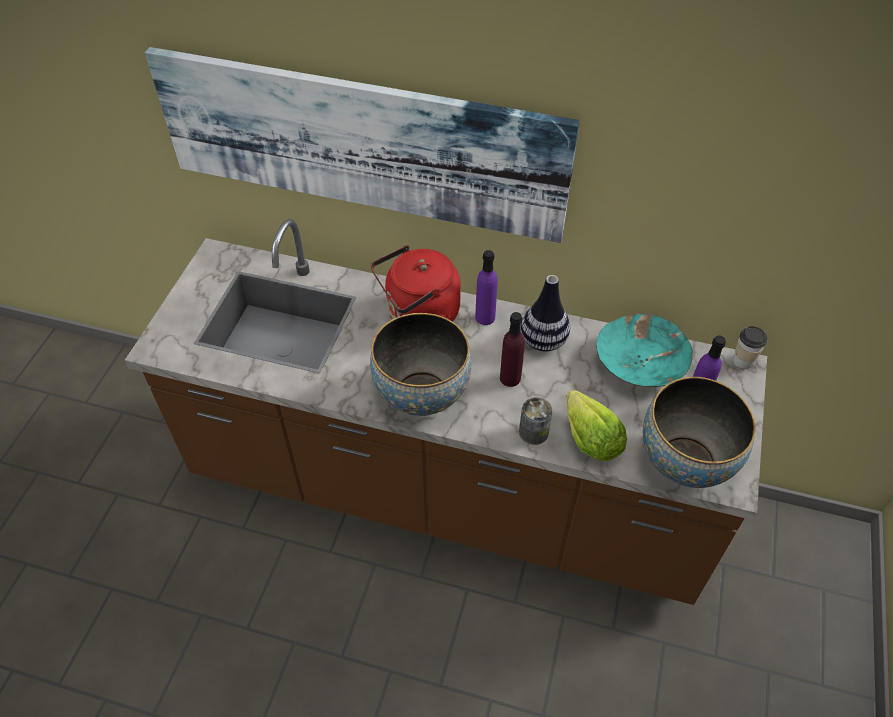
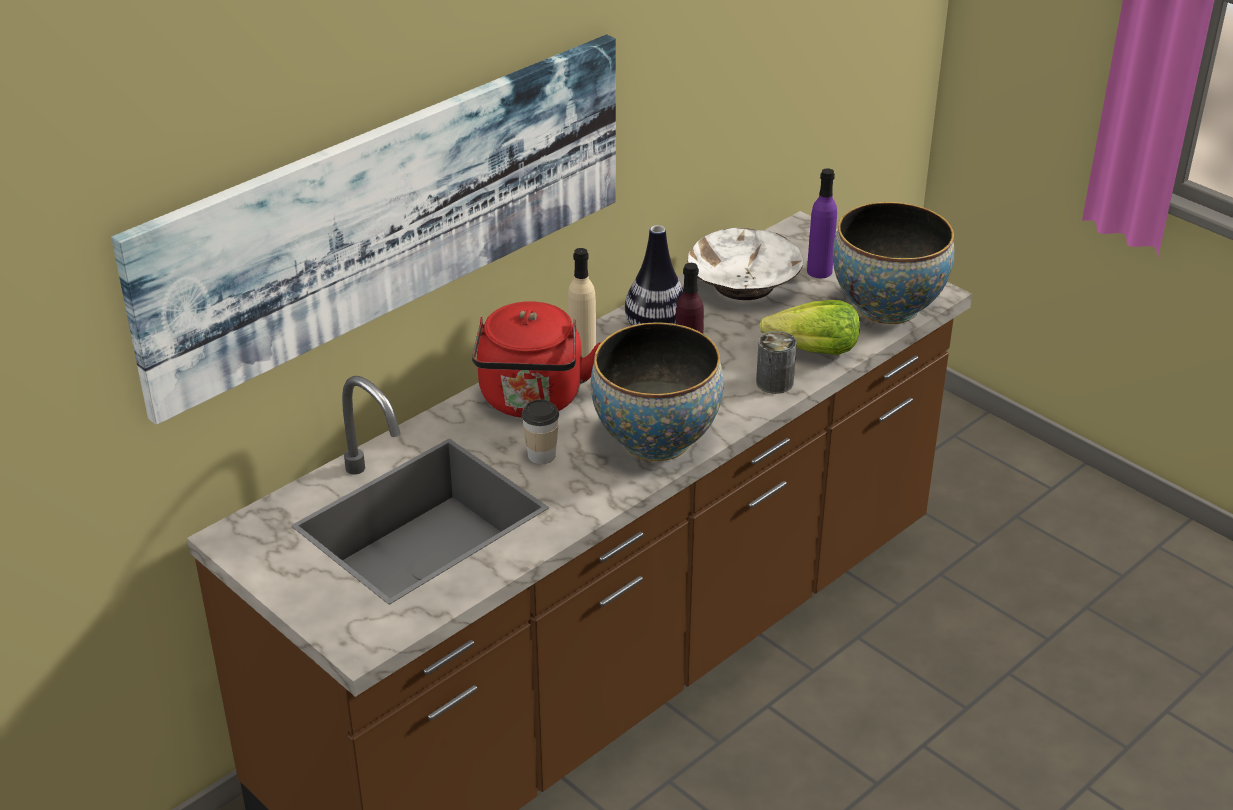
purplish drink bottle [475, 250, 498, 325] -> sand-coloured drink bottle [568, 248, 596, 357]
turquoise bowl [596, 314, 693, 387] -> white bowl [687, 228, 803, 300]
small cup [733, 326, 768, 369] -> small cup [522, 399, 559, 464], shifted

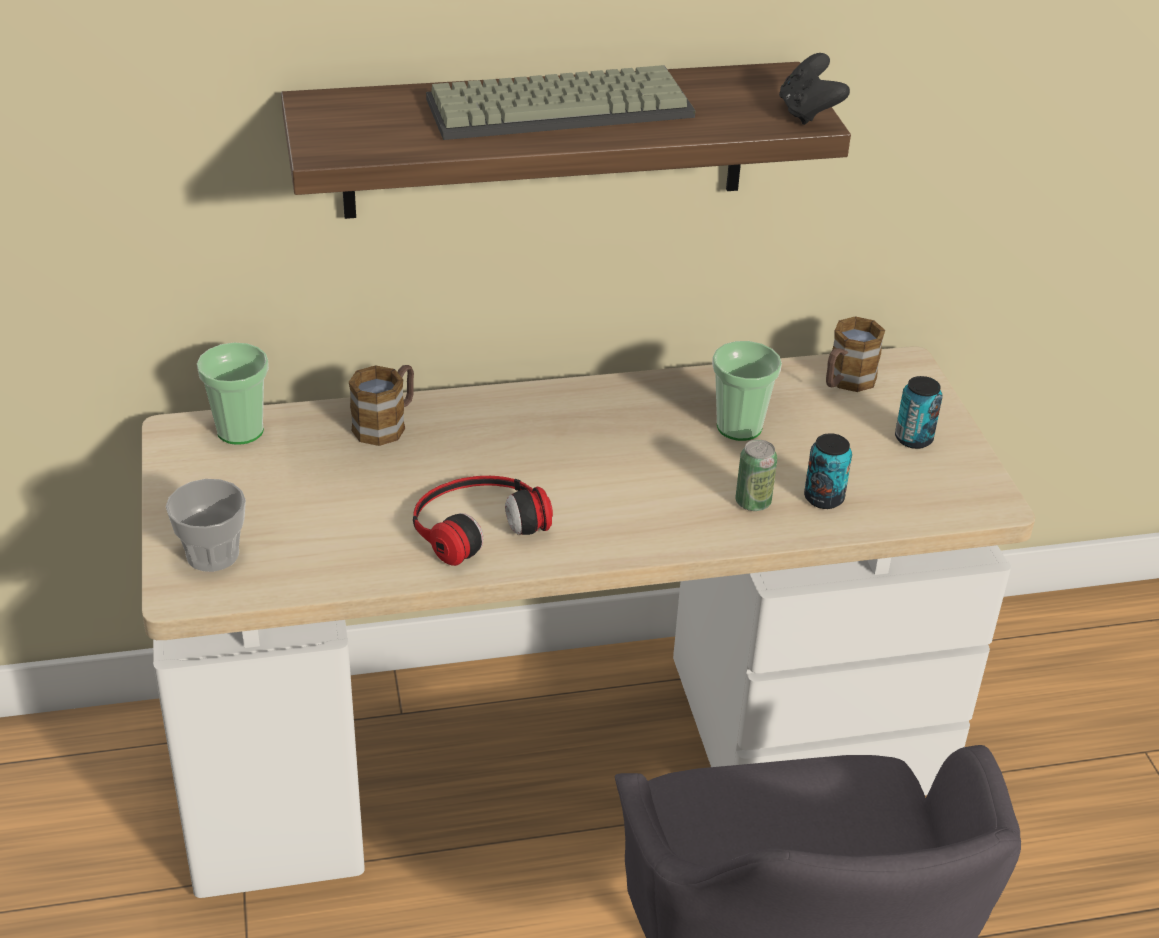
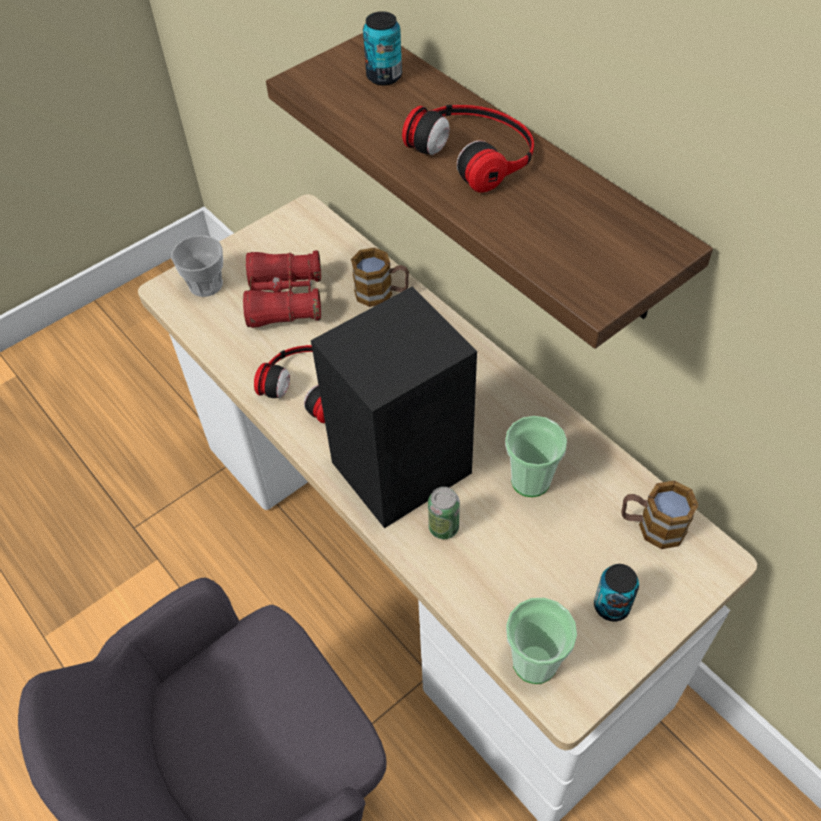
black gamepad [779, 53, 850, 125] -> none
PC keyboard [426, 65, 695, 140] -> pair of headphones [402, 105, 534, 193]
small cup [197, 342, 269, 445] -> small cup [506, 598, 577, 684], shifted
sealed can [804, 433, 852, 509] -> sealed can [363, 11, 402, 85], shifted
none -> reddish binoculars [243, 250, 321, 328]
none -> black audio speaker [311, 287, 477, 528]

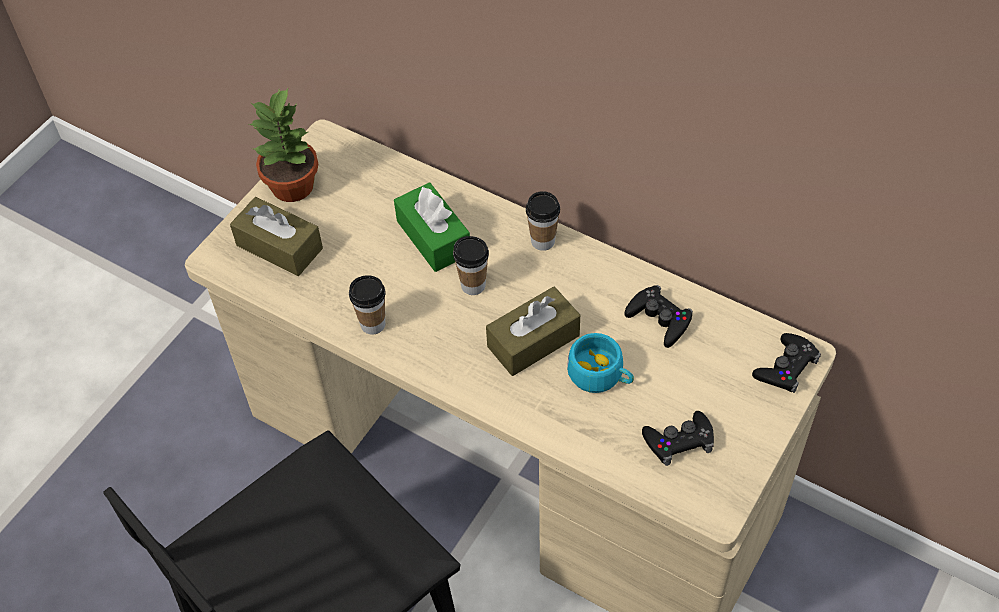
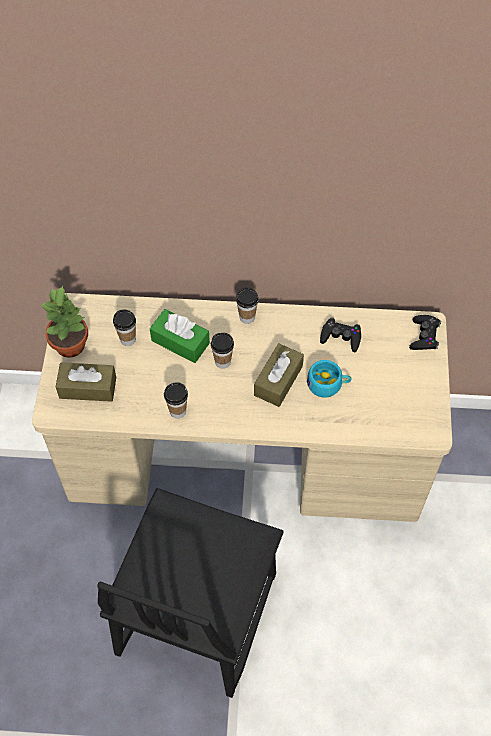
black gamepad [642, 411, 714, 466] -> none
none -> small cup [113, 310, 136, 346]

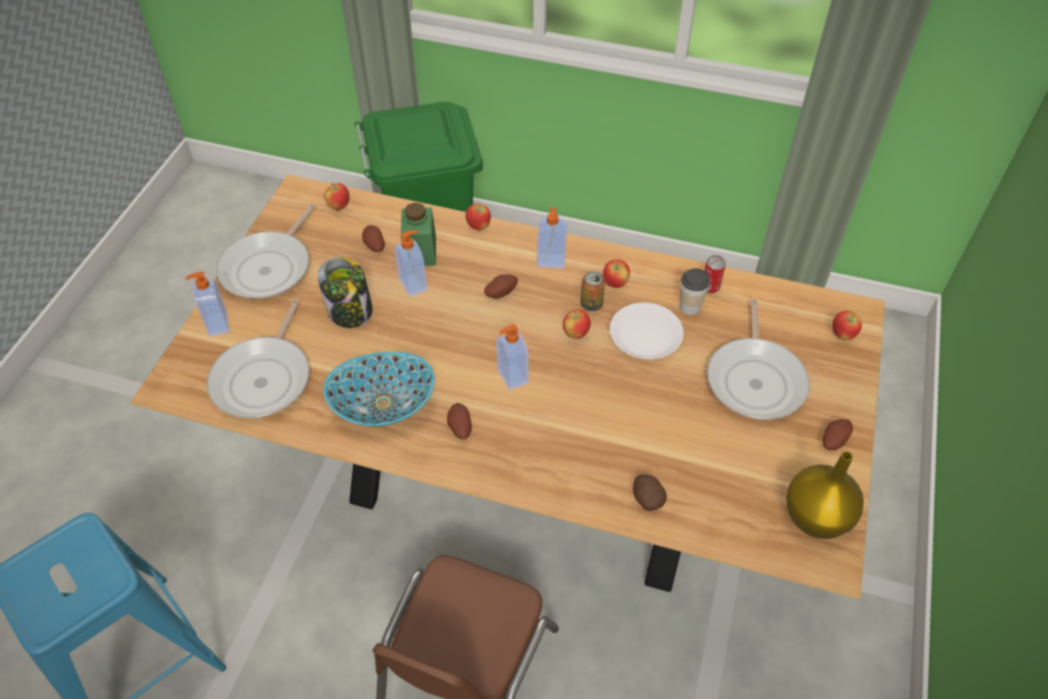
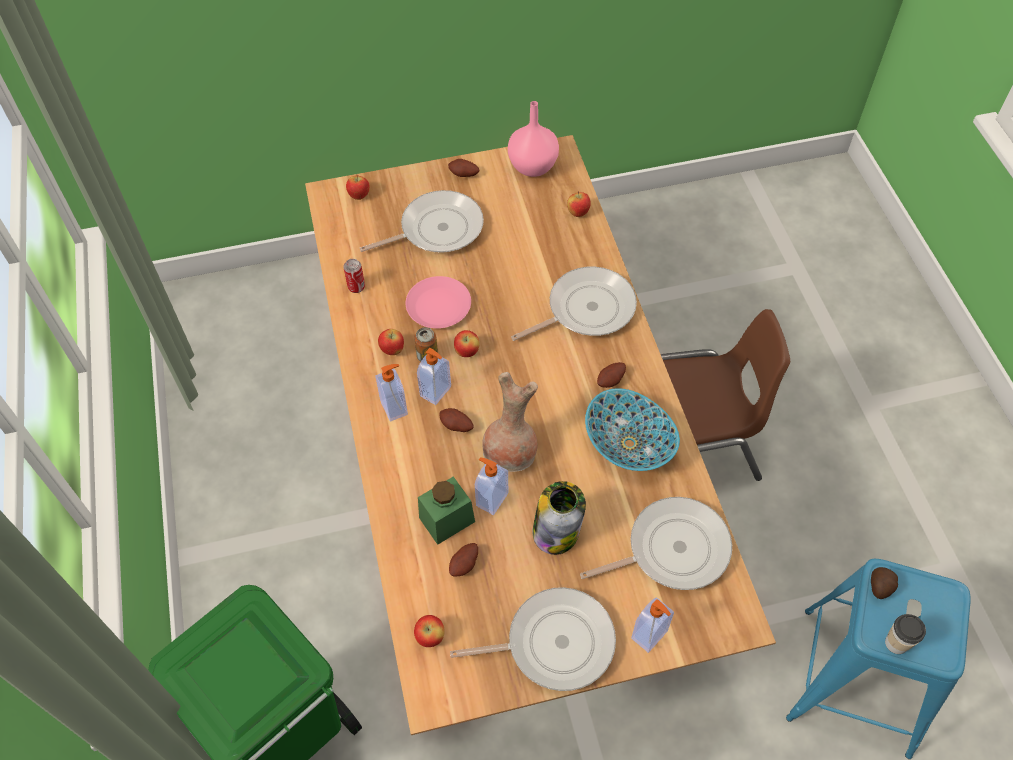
apple [465, 204, 491, 230] -> apple [567, 192, 591, 217], shifted
small cup [680, 268, 710, 315] -> small cup [885, 614, 926, 654], shifted
white plate [610, 303, 684, 359] -> pink plate [406, 276, 471, 328]
soap dispenser [496, 324, 529, 390] -> soap dispenser [417, 348, 451, 405], shifted
yellow decorative vase [786, 451, 864, 539] -> pink decorative vase [508, 101, 559, 177]
potato [633, 475, 667, 511] -> potato [871, 567, 898, 599], shifted
none -> skillet [511, 266, 637, 341]
none -> brown decorative vase [482, 372, 538, 472]

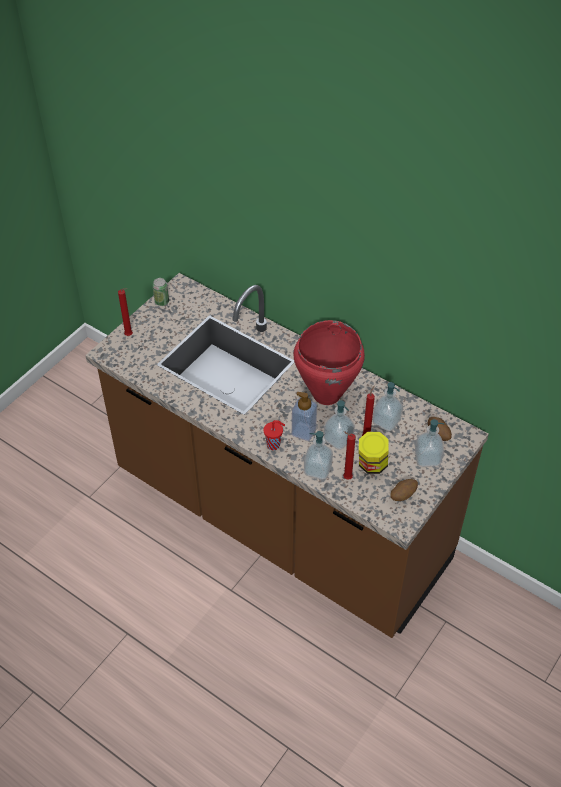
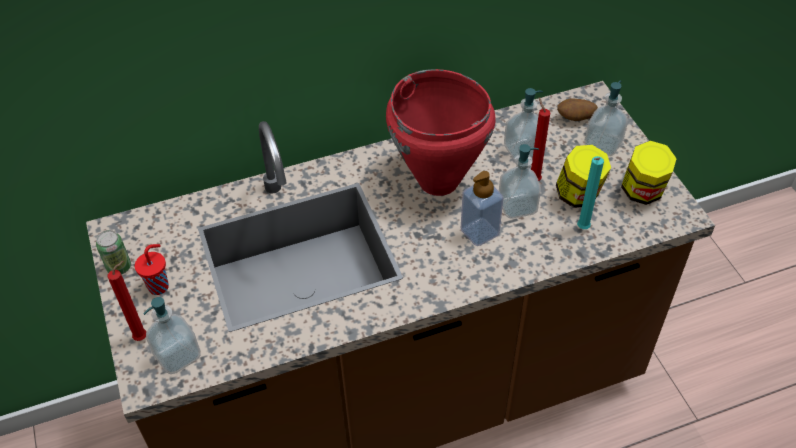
reddish small cup [263, 420, 285, 450] -> reddish small cup [135, 244, 169, 295], shifted
soap dispenser [304, 431, 333, 480] -> soap dispenser [143, 297, 201, 374], shifted
reddish wax candle [343, 431, 356, 480] -> turquoise wax candle [577, 156, 604, 229]
potato [390, 479, 418, 501] -> storage jar [621, 141, 677, 205]

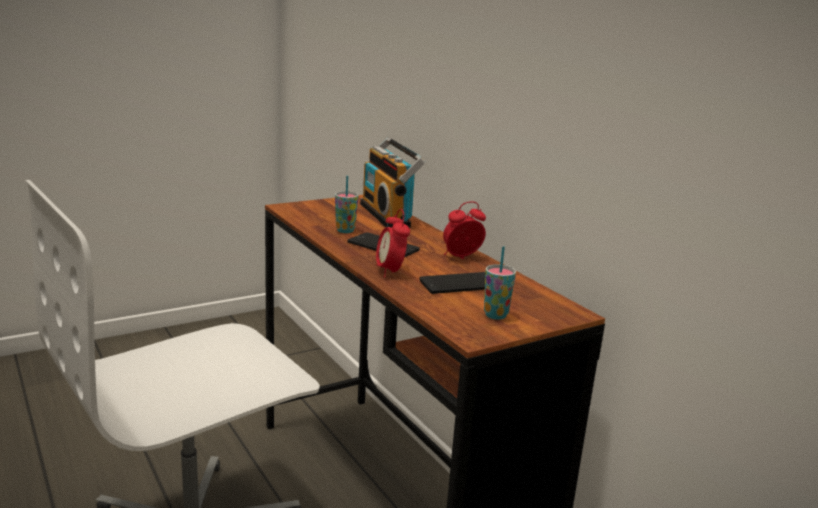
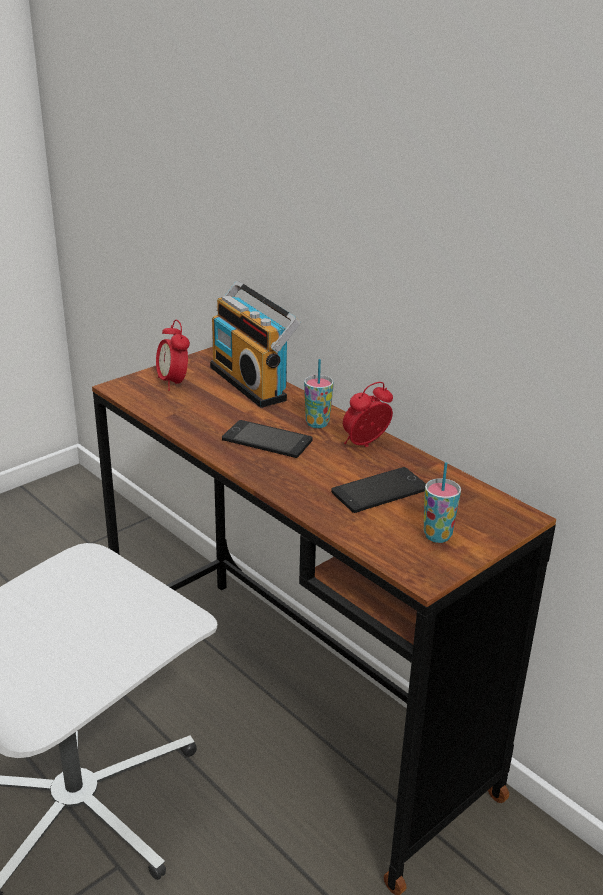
small cup [335, 176, 358, 233] -> small cup [304, 359, 334, 428], shifted
alarm clock [376, 209, 410, 277] -> alarm clock [156, 320, 190, 391], shifted

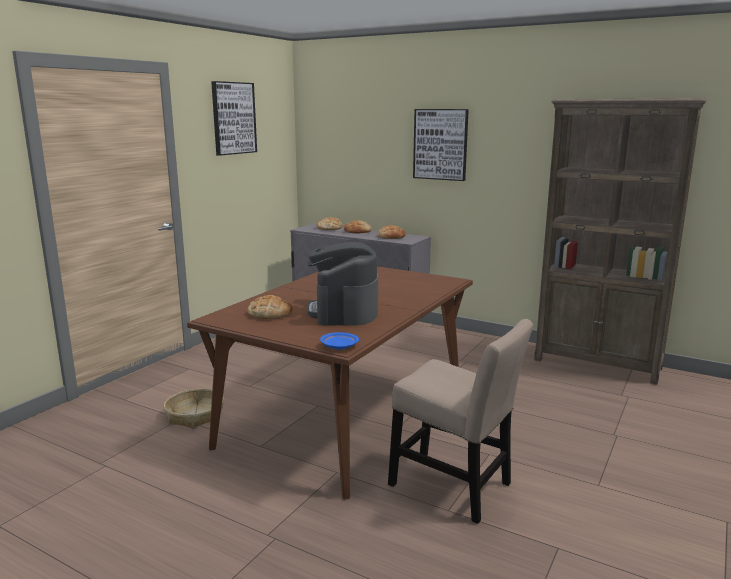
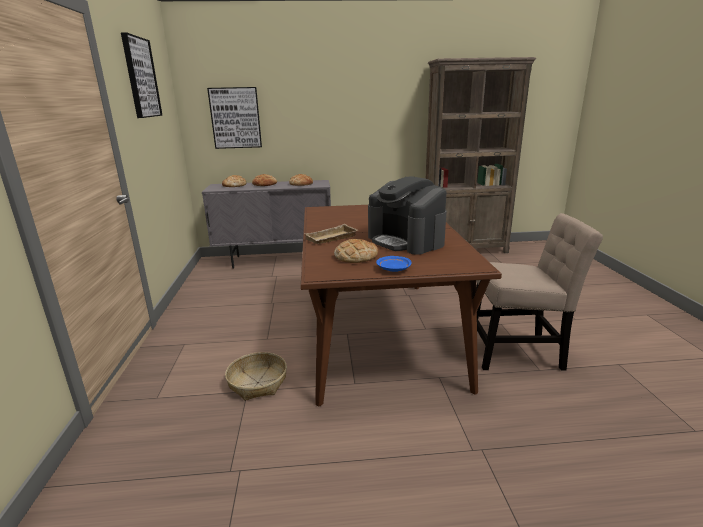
picture [413, 109, 469, 181] -> picture [207, 87, 262, 149], shifted
blue-coloured plate [320, 332, 359, 350] -> blue-coloured plate [376, 256, 412, 272], shifted
none -> sand-coloured serving tray [304, 224, 358, 244]

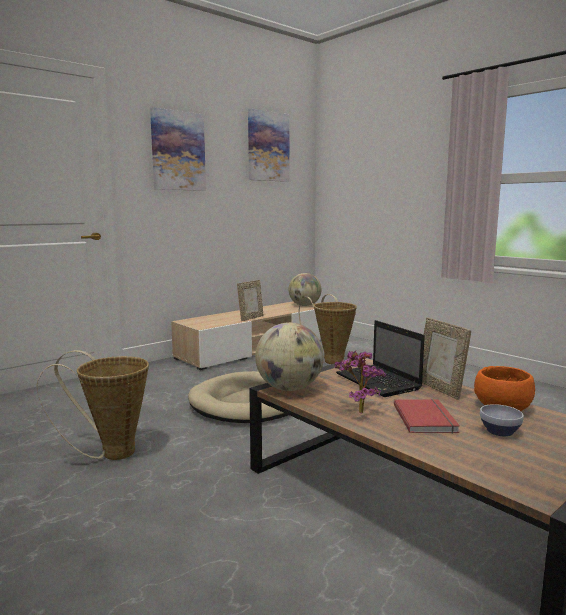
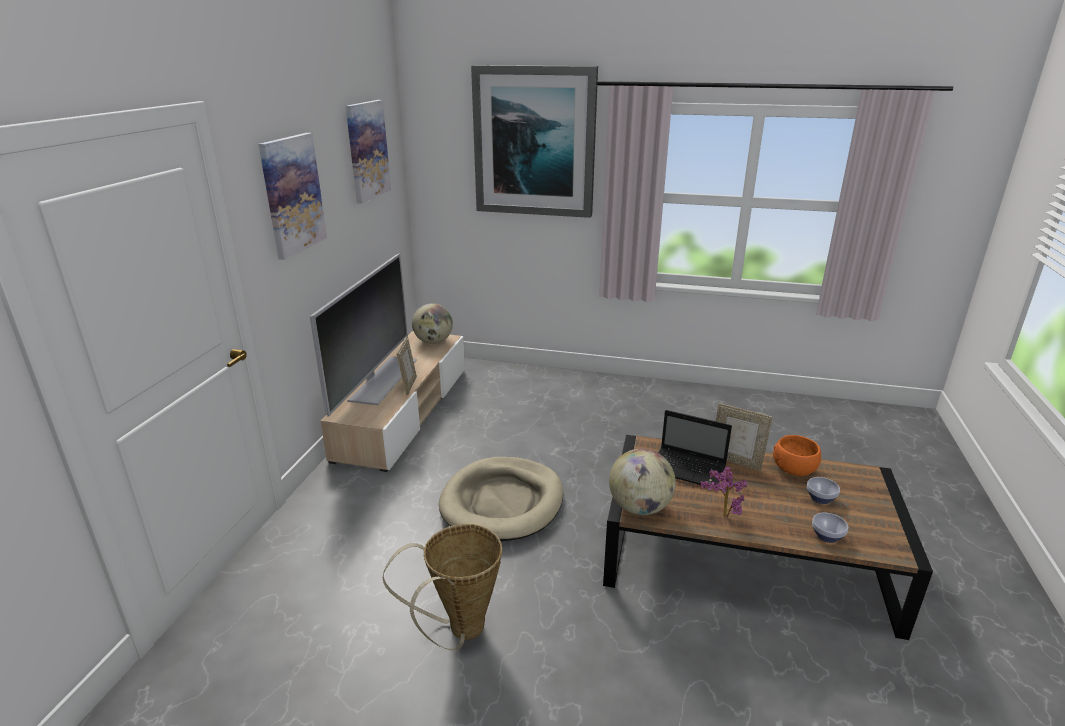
storage basket [299, 294, 357, 364] -> none
reddish bound book [394, 399, 460, 433] -> none
none -> picture [471, 65, 598, 218]
none -> TV [310, 253, 417, 416]
none -> bowl [812, 512, 848, 543]

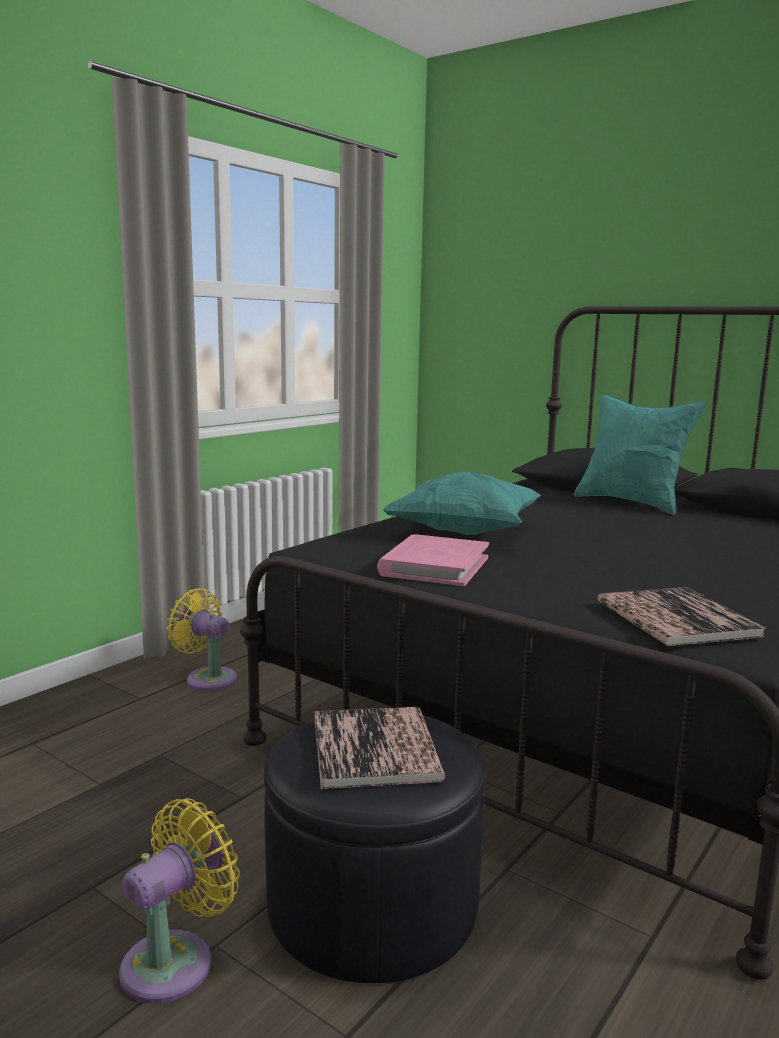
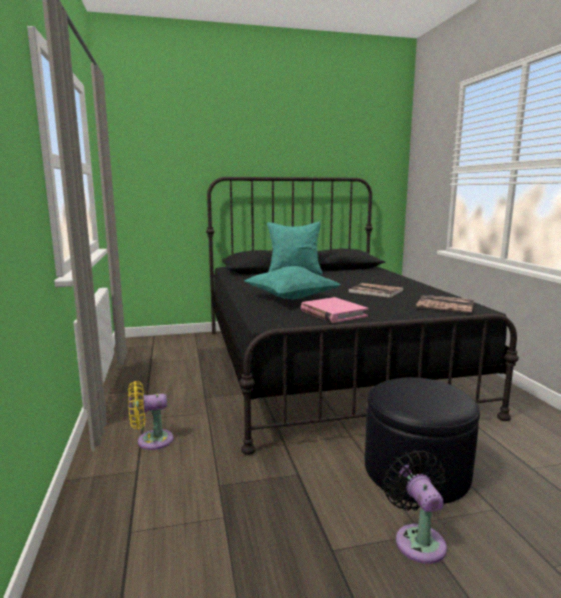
bound book [314, 707, 445, 789] -> bound book [349, 283, 403, 298], shifted
yellow fan [119, 798, 240, 1004] -> black fan [383, 450, 447, 564]

